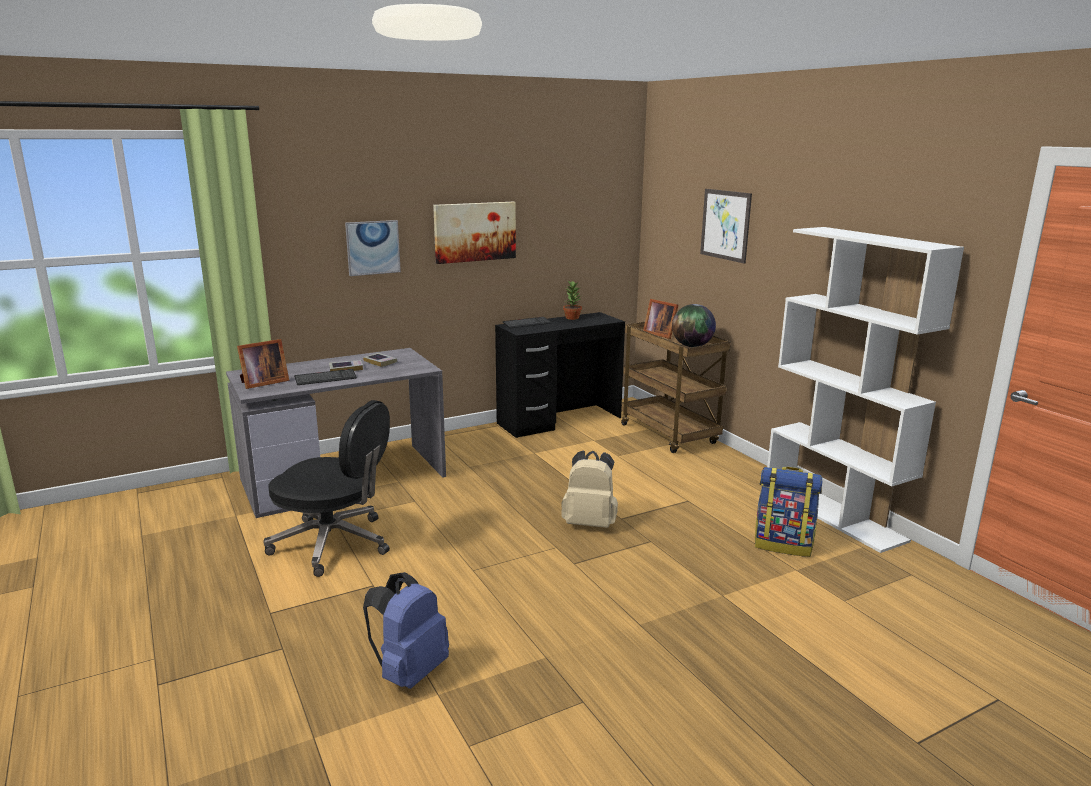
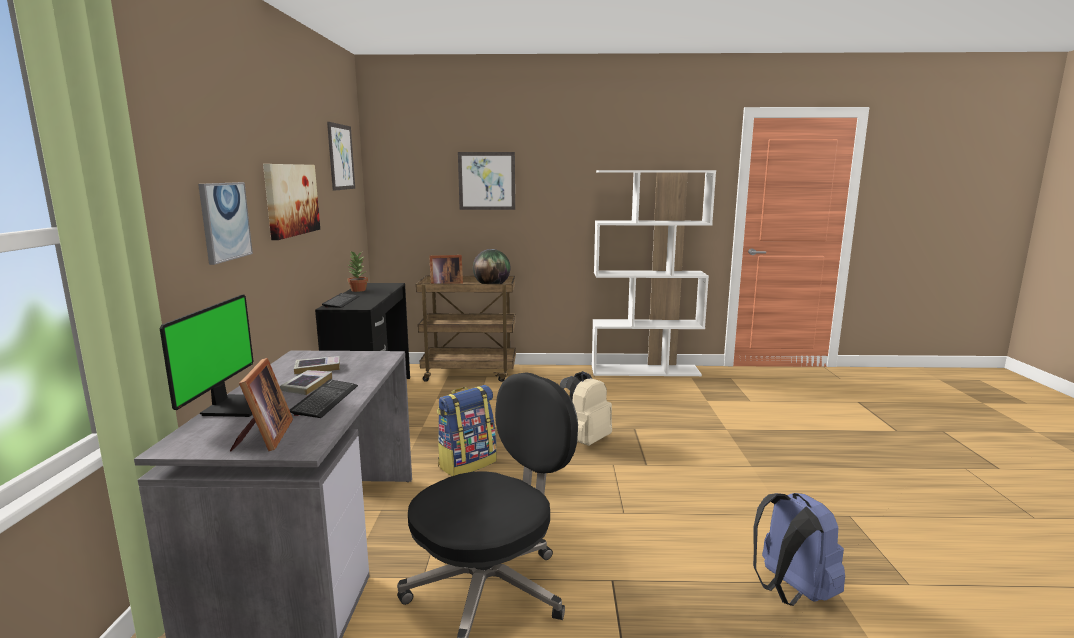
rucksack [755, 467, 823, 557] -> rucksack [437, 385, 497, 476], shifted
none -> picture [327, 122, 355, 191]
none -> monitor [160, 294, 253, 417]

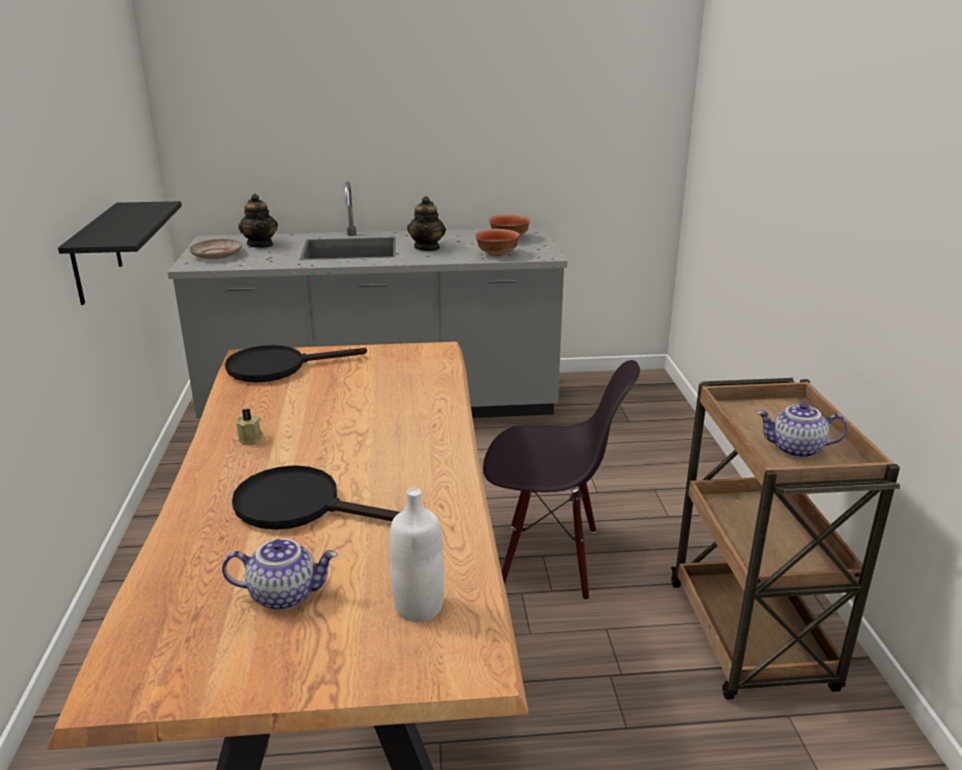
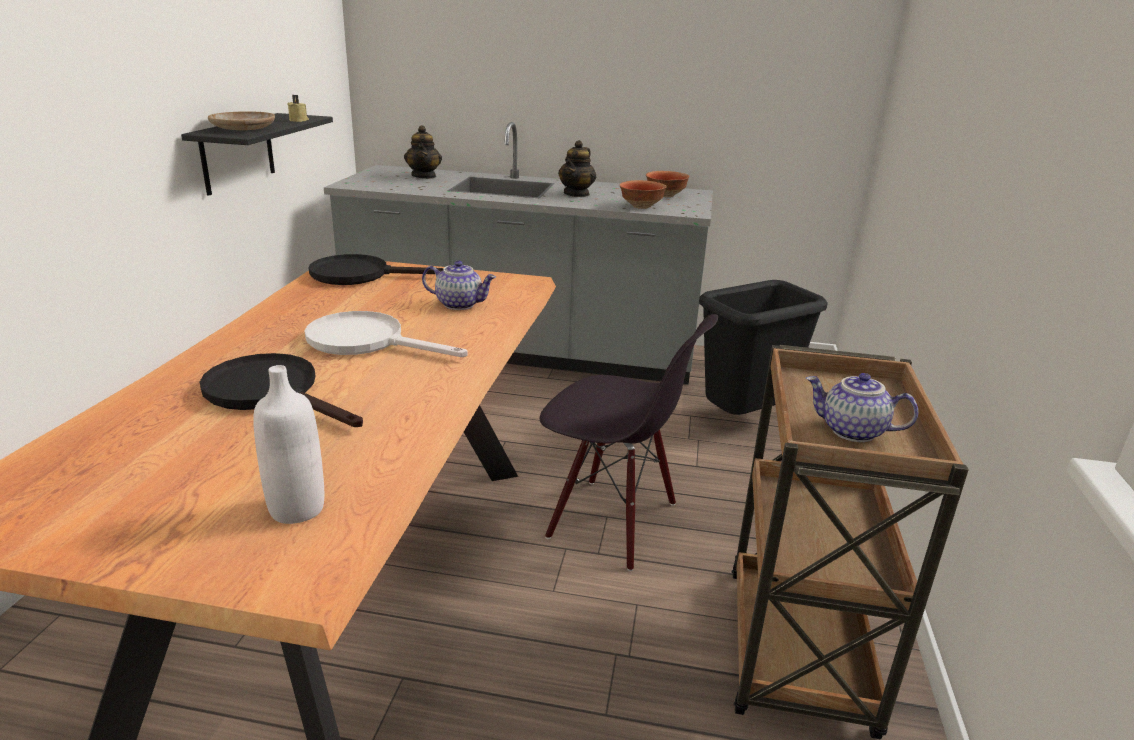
sand-coloured plate [190, 239, 242, 259] -> sand-coloured plate [208, 111, 275, 130], shifted
sand-coloured wax candle [235, 409, 263, 445] -> sand-coloured wax candle [287, 95, 309, 122], shifted
pot for tea [222, 538, 338, 611] -> pot for tea [422, 261, 496, 310], shifted
none -> black rubbish bin [699, 280, 828, 415]
none -> white skillet [305, 311, 468, 357]

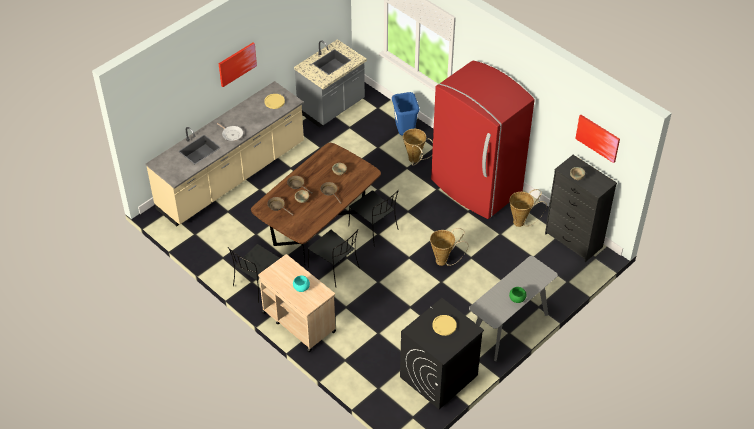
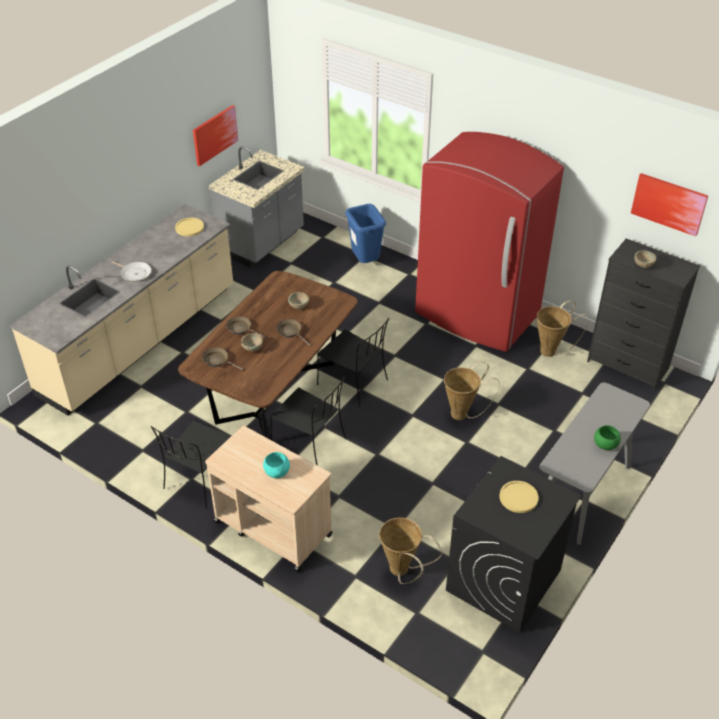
picture [219, 42, 257, 87] -> picture [193, 105, 238, 166], shifted
storage basket [403, 129, 433, 165] -> storage basket [379, 517, 442, 584], shifted

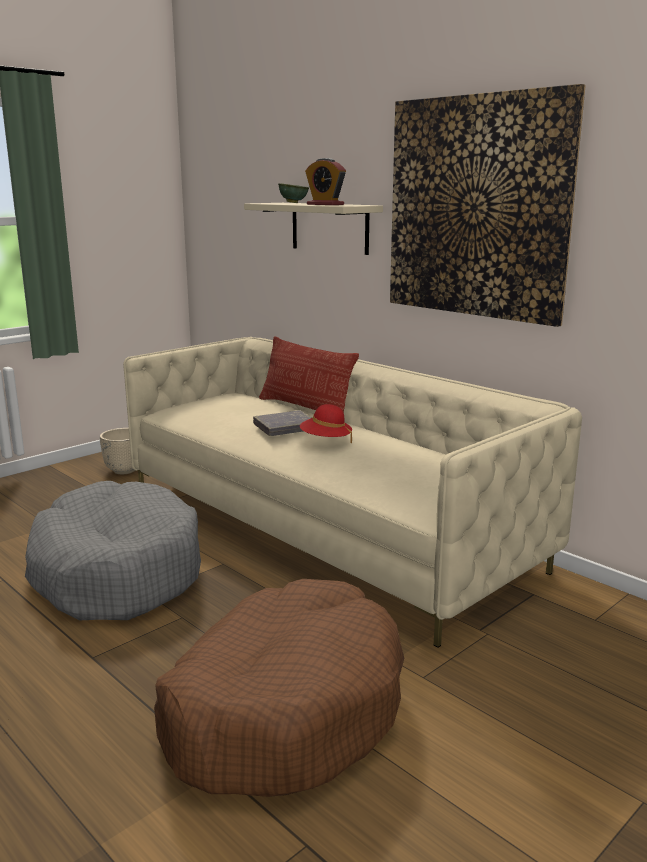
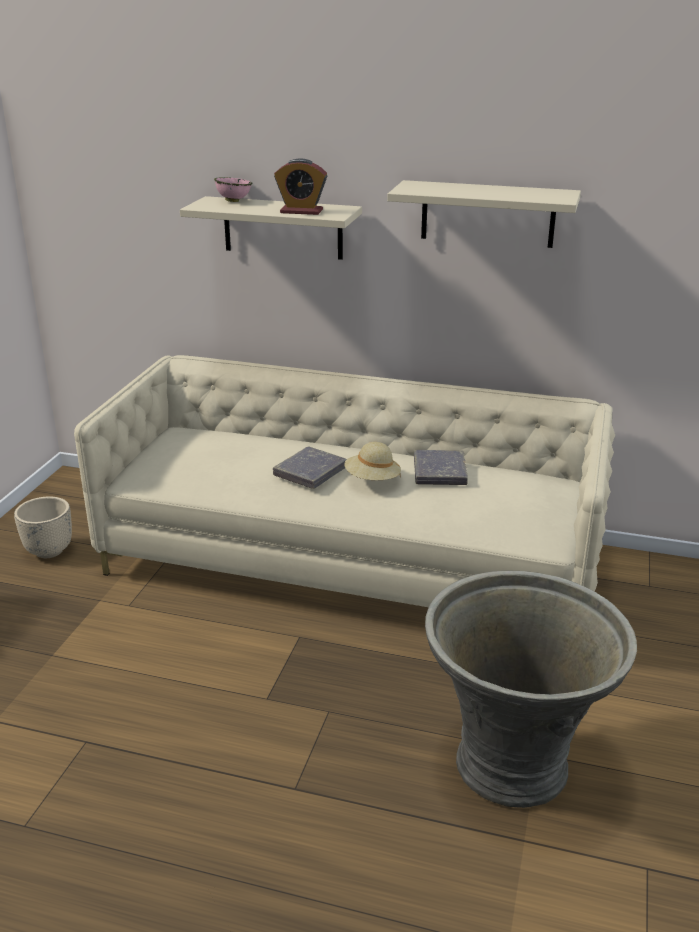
picture [390, 84, 586, 327] -> sand-coloured shelf [387, 180, 581, 248]
green bowl [278, 183, 309, 203] -> pink bowl [214, 177, 252, 202]
pillow [259, 336, 359, 413] -> none
reddish hat [300, 404, 352, 443] -> sand-coloured hat [344, 442, 401, 480]
grey pet bed [25, 481, 201, 621] -> none
brown pet bed [154, 579, 404, 797] -> grey flower pot [425, 570, 637, 808]
none -> grey bound book [414, 450, 468, 485]

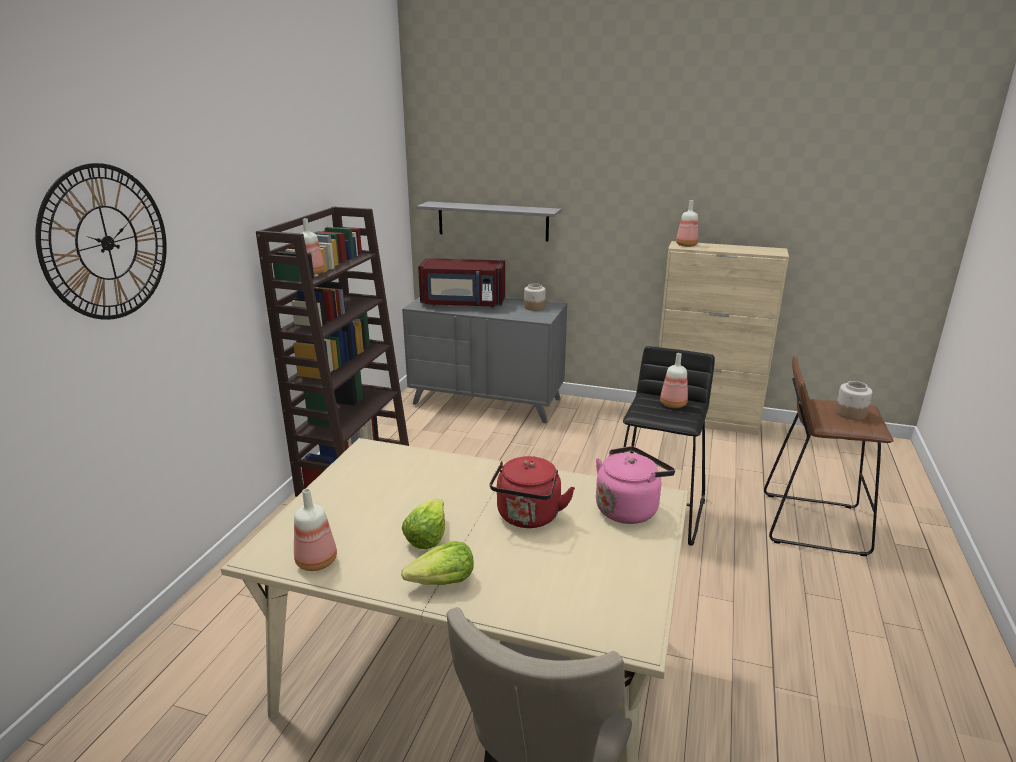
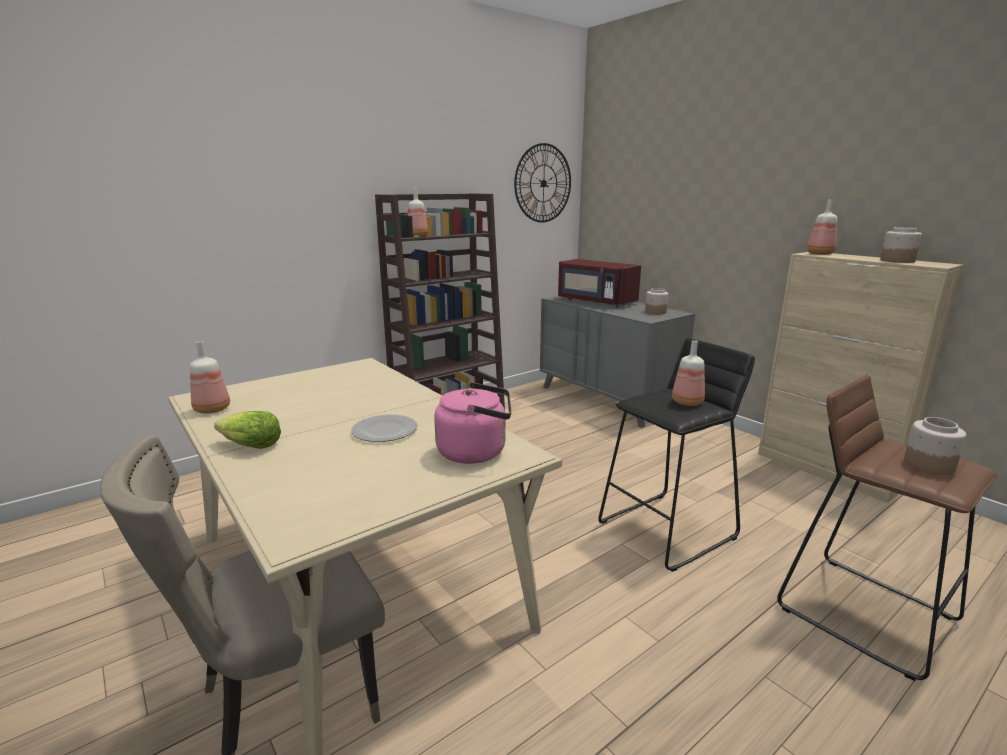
clock on the wall [35, 163, 167, 320] -> clock on the wall [514, 143, 571, 222], shifted
grey shelf [416, 201, 561, 241] -> none
reddish water kettle [490, 456, 575, 528] -> plate [351, 414, 418, 442]
lettuce head [402, 499, 445, 549] -> none
none -> storage jar [880, 227, 922, 263]

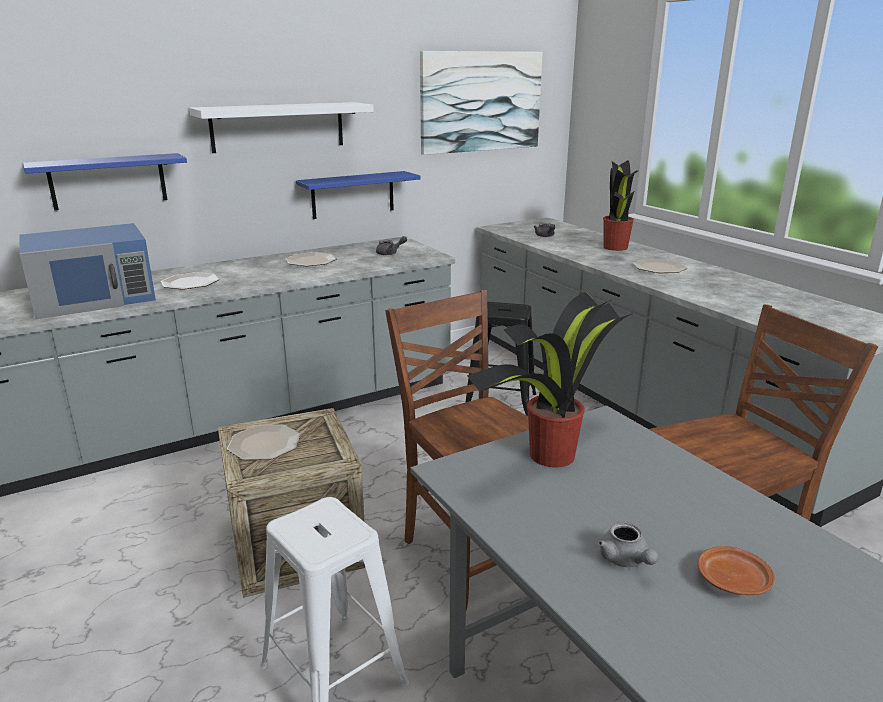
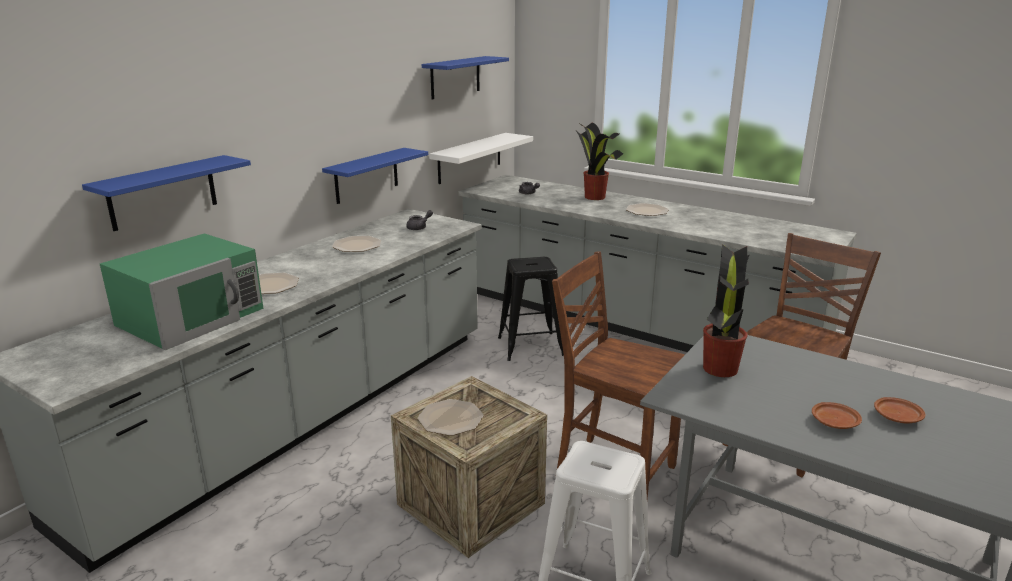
picture [420, 51, 543, 155] -> blue-coloured shelf [422, 56, 509, 99]
white shelf [189, 102, 374, 153] -> white shelf [429, 133, 533, 184], shifted
blue-coloured microwave oven [19, 223, 156, 320] -> green microwave oven [100, 233, 264, 350]
grey pot for tea [598, 522, 659, 567] -> brown plate [812, 402, 862, 429]

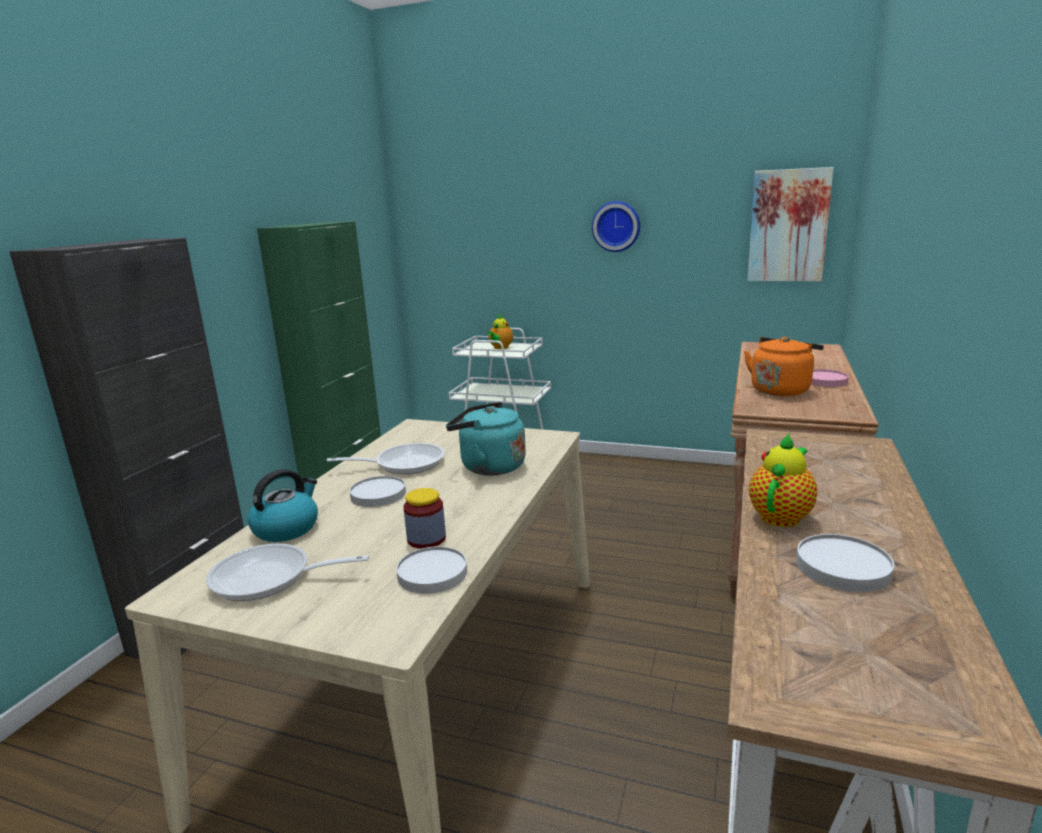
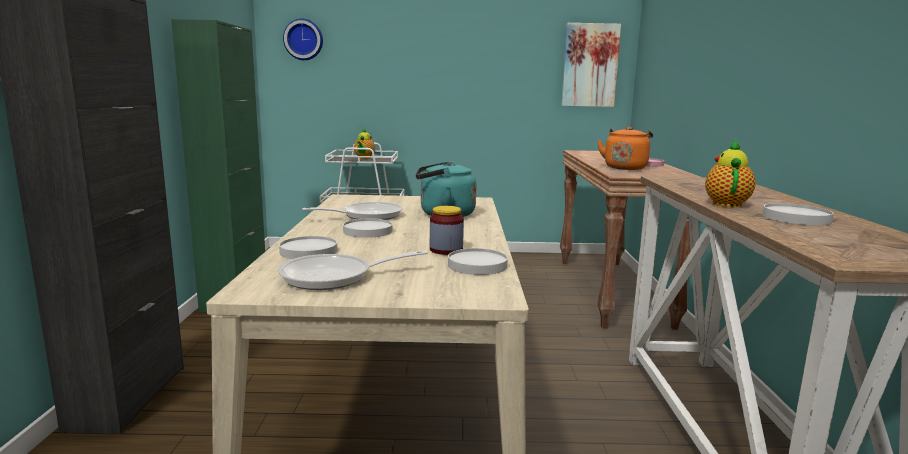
clock on the wall [592, 201, 640, 252] -> clock on the wall [283, 19, 323, 60], shifted
water kettle [248, 469, 318, 542] -> white plate [279, 236, 337, 259]

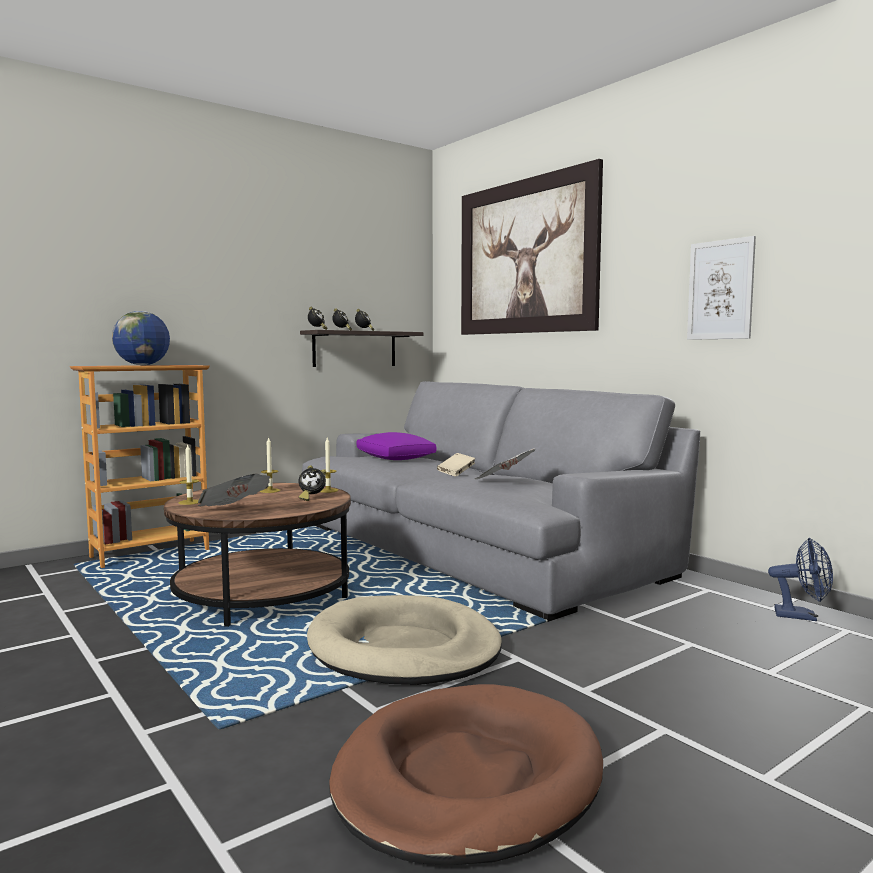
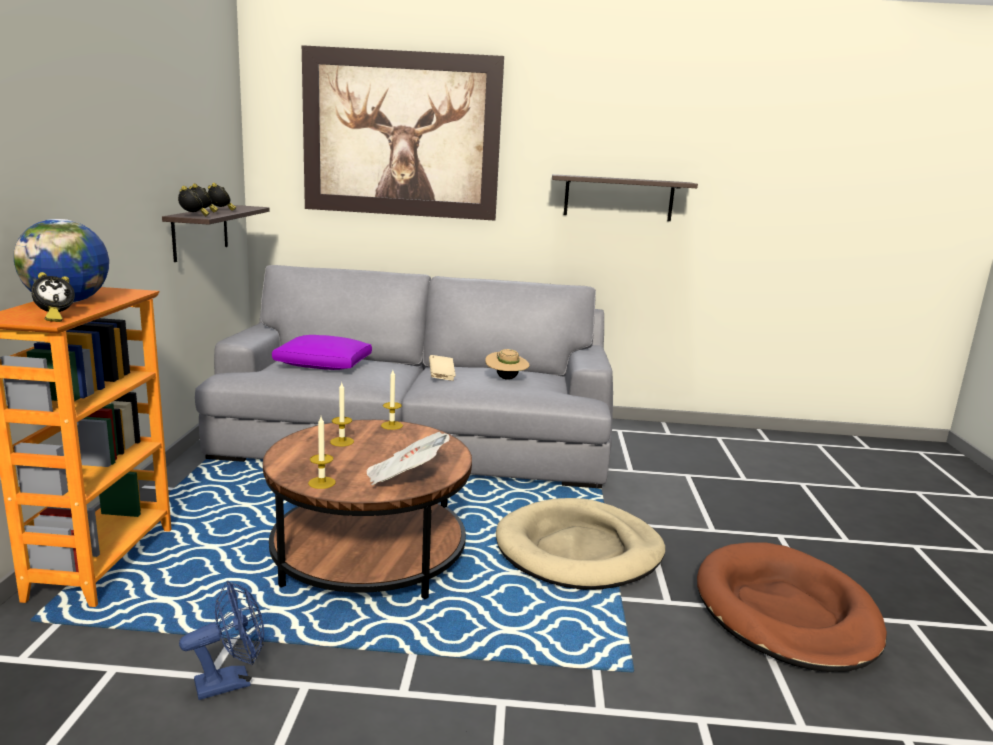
picture [687, 236, 756, 340] -> shelf [552, 174, 698, 221]
daily paper [475, 448, 535, 479] -> sand-coloured hat [485, 349, 529, 380]
alarm clock [298, 465, 326, 501] -> alarm clock [32, 272, 75, 322], shifted
blue-coloured fan [768, 538, 833, 621] -> blue-coloured fan [179, 581, 264, 700], shifted

